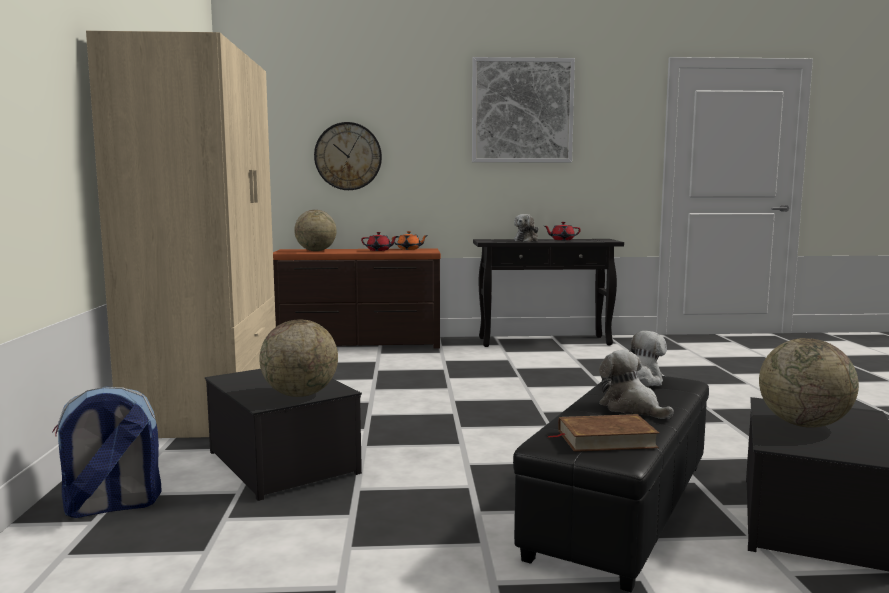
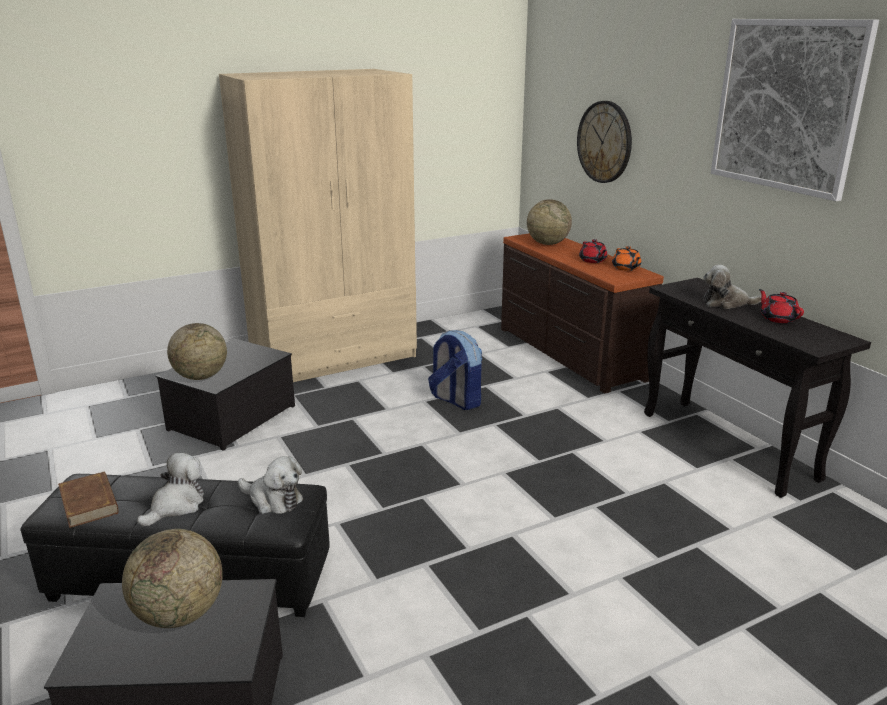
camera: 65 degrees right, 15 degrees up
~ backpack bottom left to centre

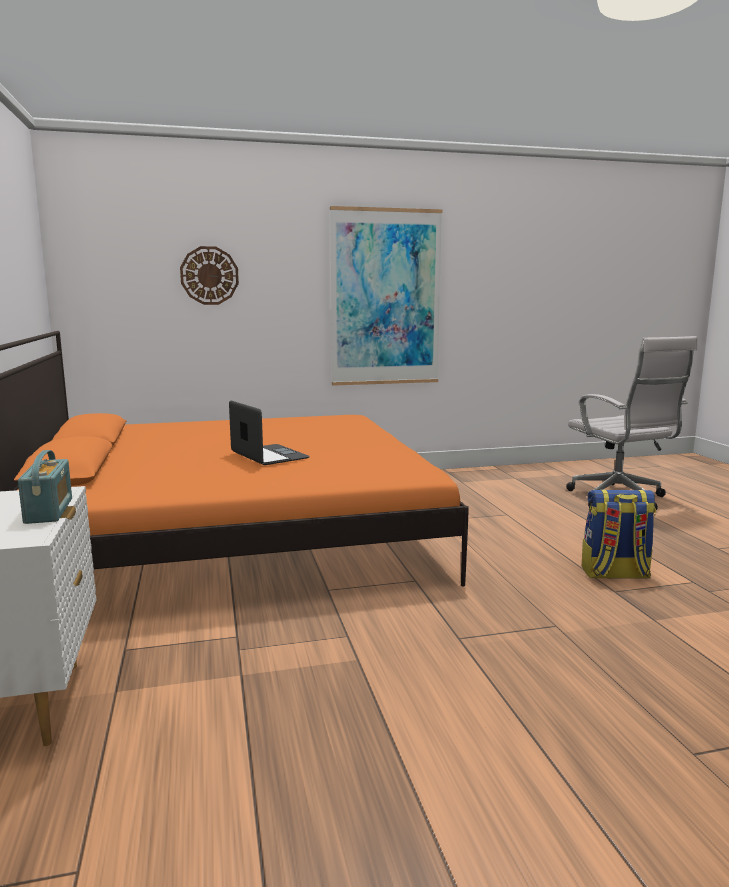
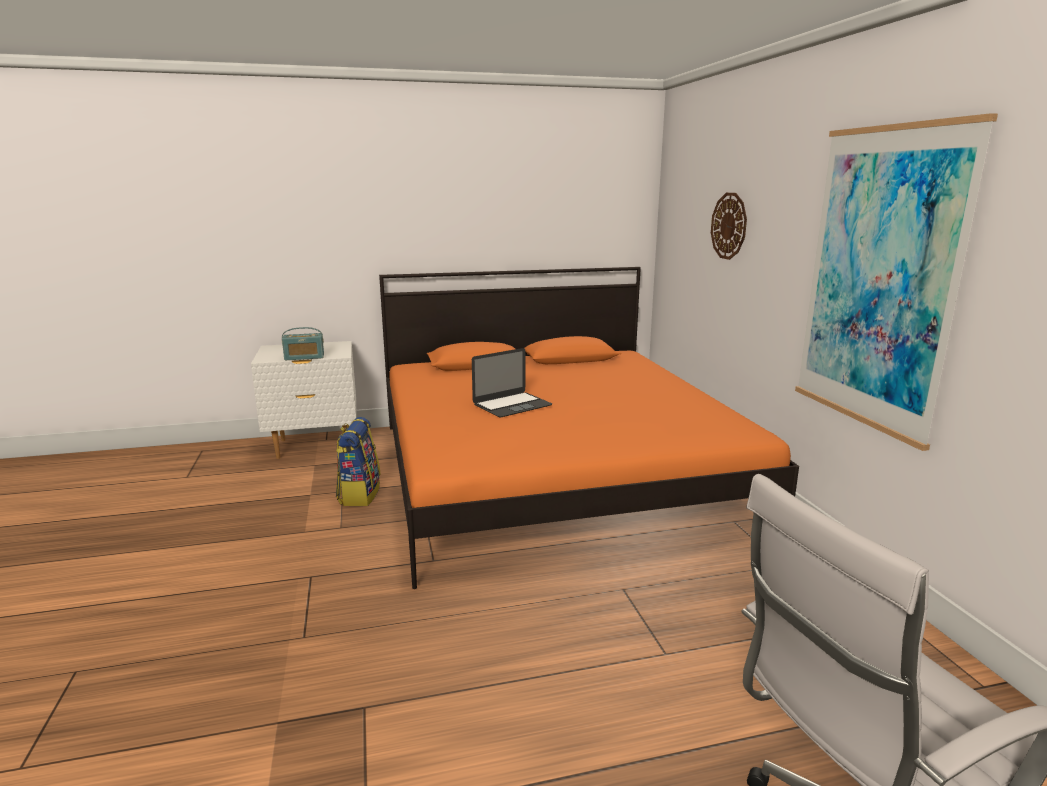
camera: 90 degrees right, 5 degrees up
~ backpack middle right to centre

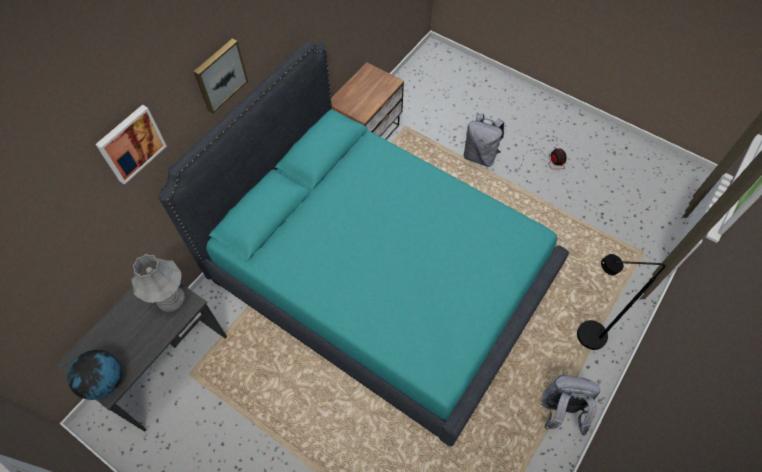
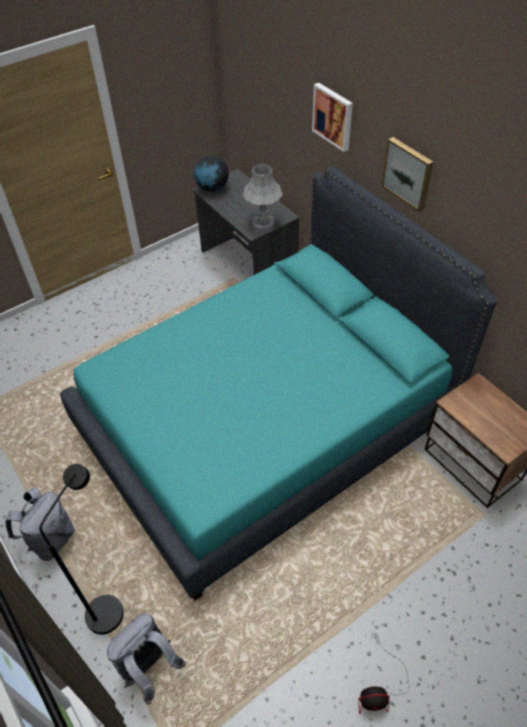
camera: 110 degrees right, 10 degrees down
~ backpack (grey) (no. 1 from left in the first image) top centre to backpack (grey) (no. 2 from left) bottom left

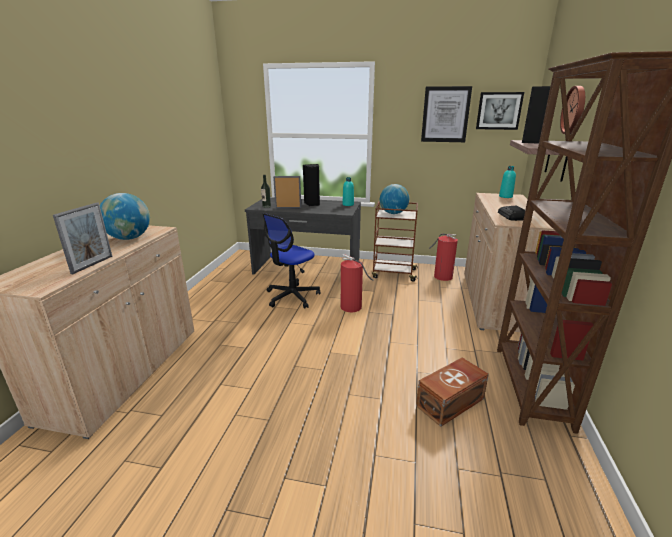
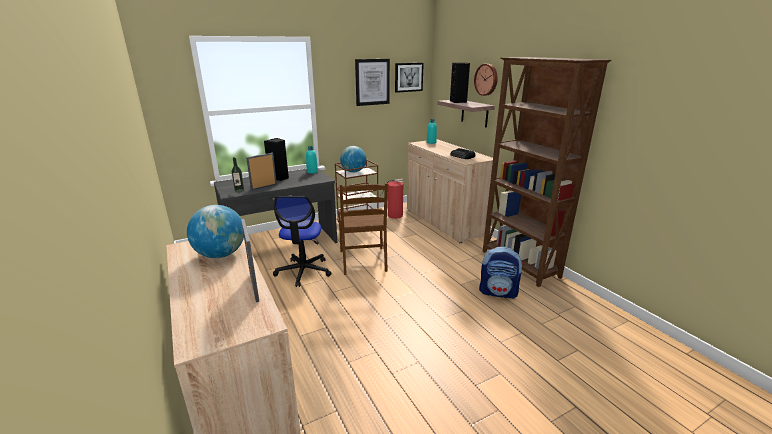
camera: 40 degrees left, 0 degrees up
~ fire extinguisher (no. 1 from left) centre to chair (brown) centre
~ storage box (brown) bottom right to backpack centre

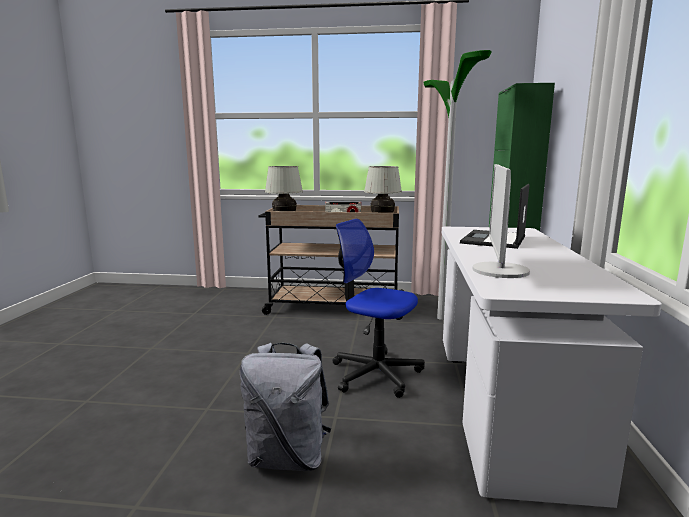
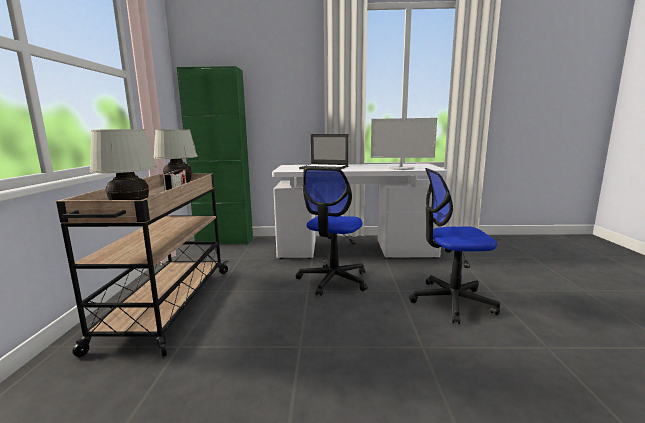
camera: 95 degrees left, 0 degrees up
~ backpack (grey) bottom centre to office chair (no. 2 from left) middle right
- floor lamp centre

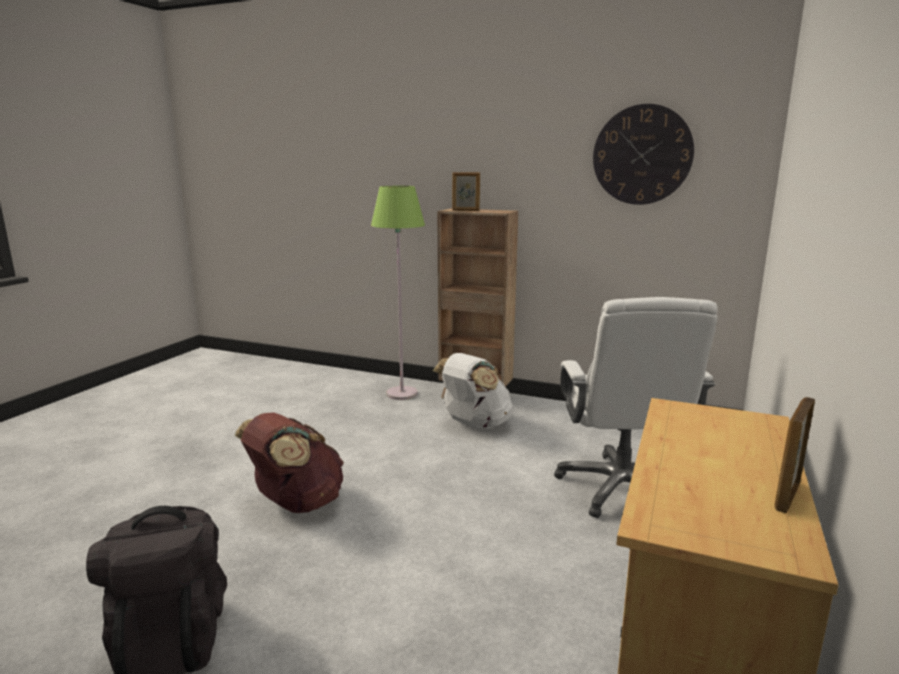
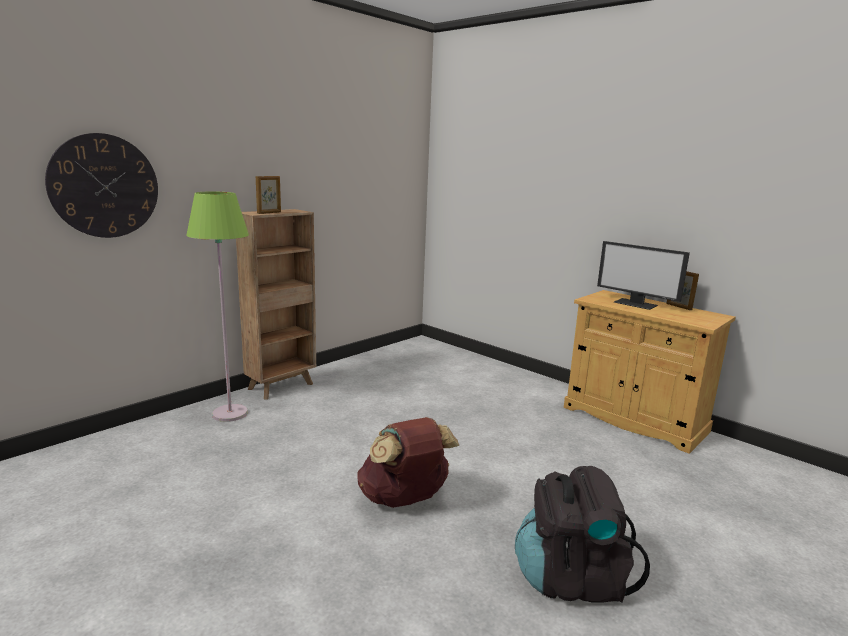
camera: 70 degrees left, 0 degrees up
- backpack (white) centre
- office chair (white) middle right
~ wall clock top right to top left
+ monitor middle right

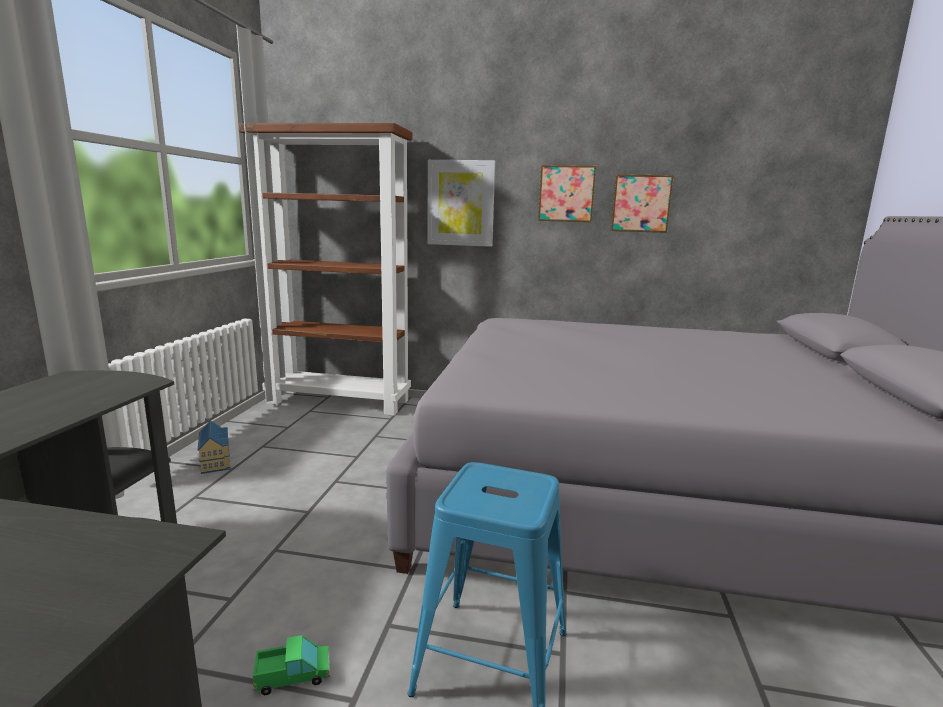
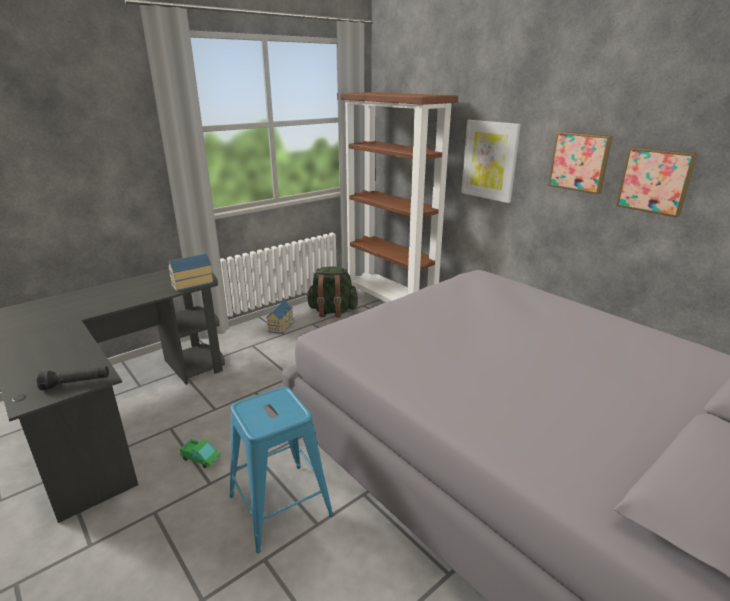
camera: 40 degrees right, 10 degrees up
+ flashlight (black) middle left
+ toy house (no. 1 from left) middle left
+ backpack (green) centre

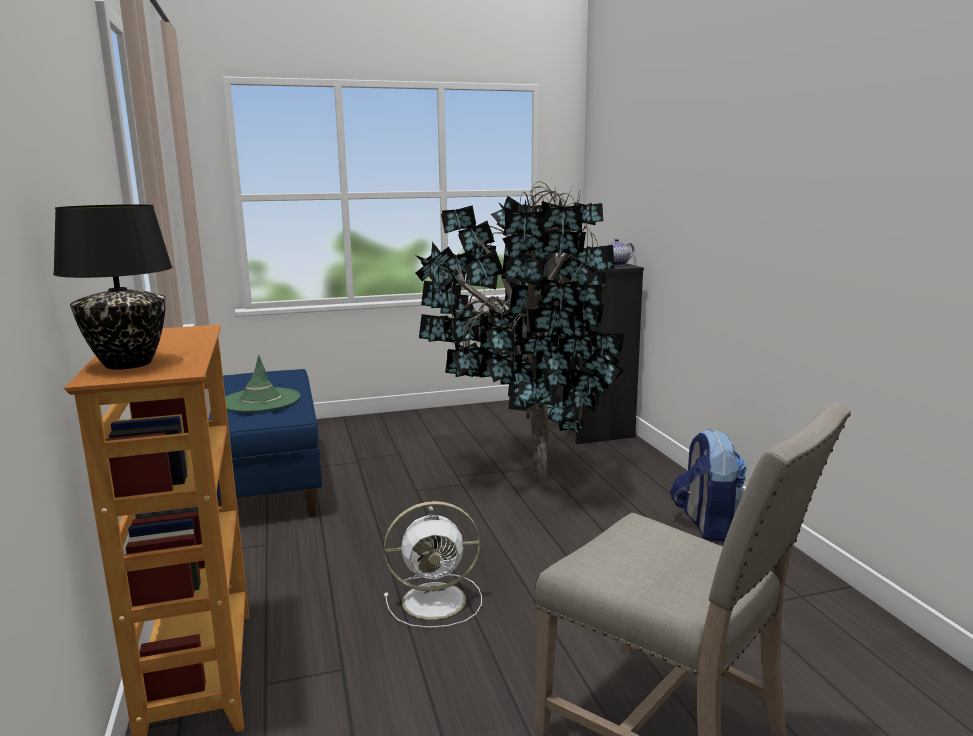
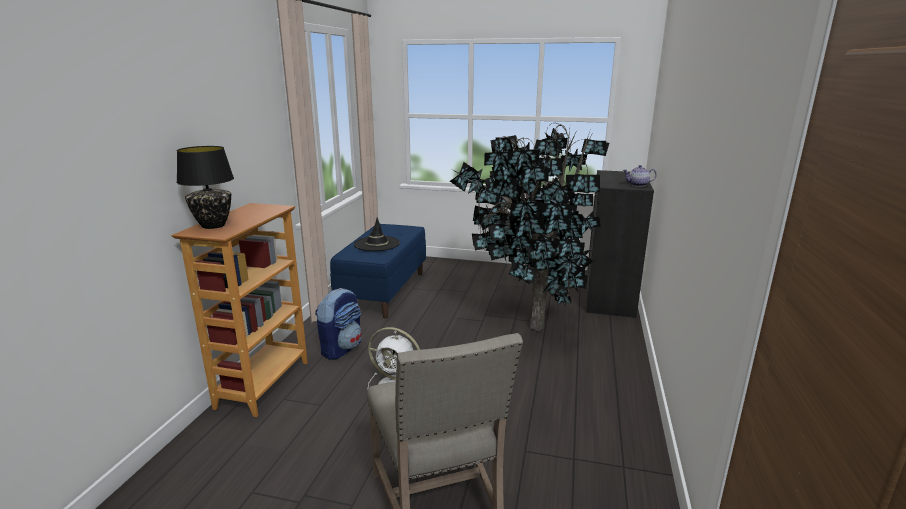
camera: 30 degrees right, 5 degrees up
~ hat (green) middle left to hat (black) centre
~ backpack middle right to centre

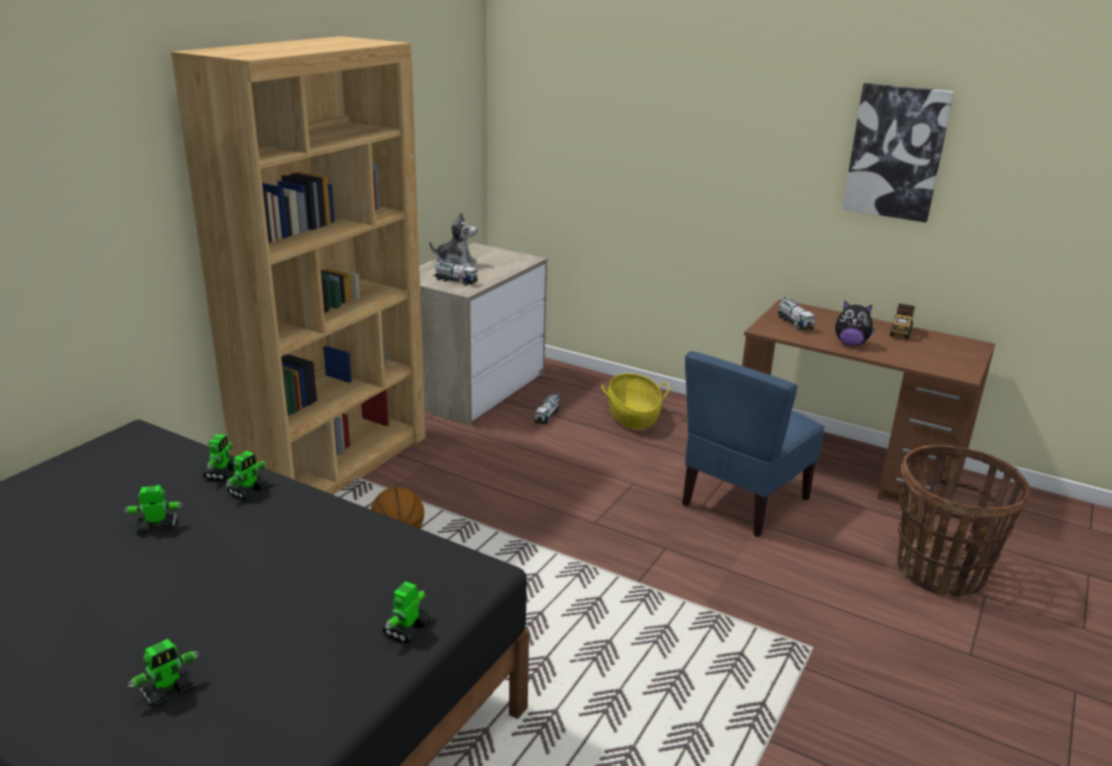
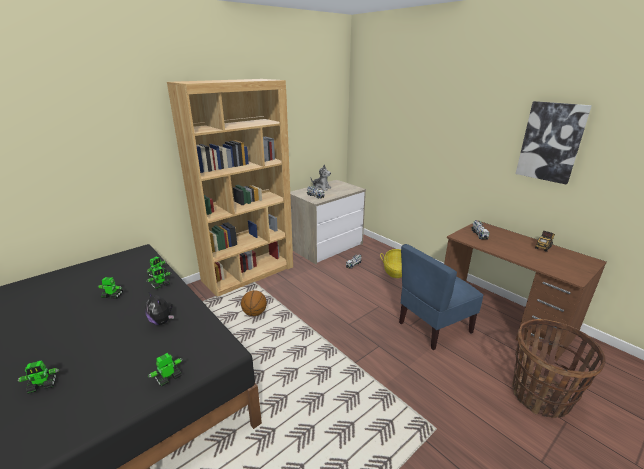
camera: 20 degrees right, 0 degrees up
~ plush toy (no. 2 from left in the first image) middle right to plush toy (no. 1 from left) middle left

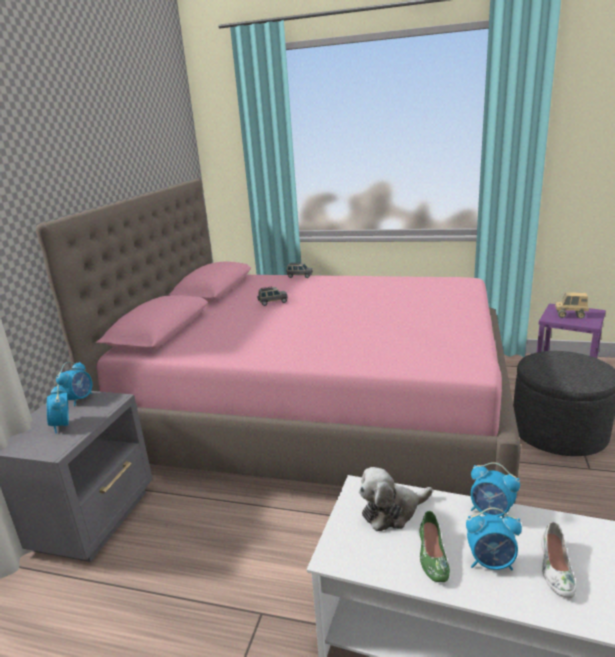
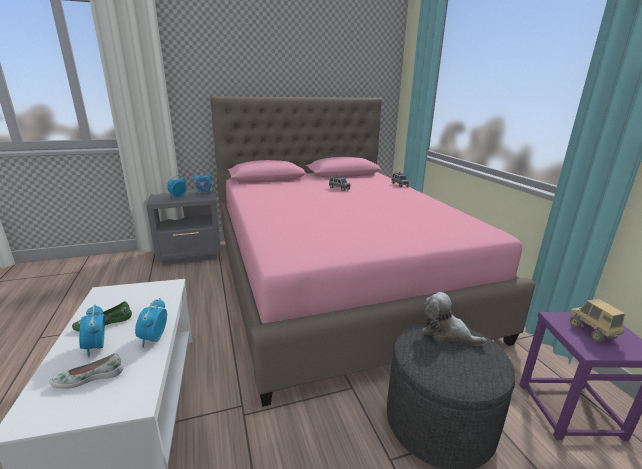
camera: 55 degrees right, 0 degrees up
~ plush toy bottom centre to bottom right

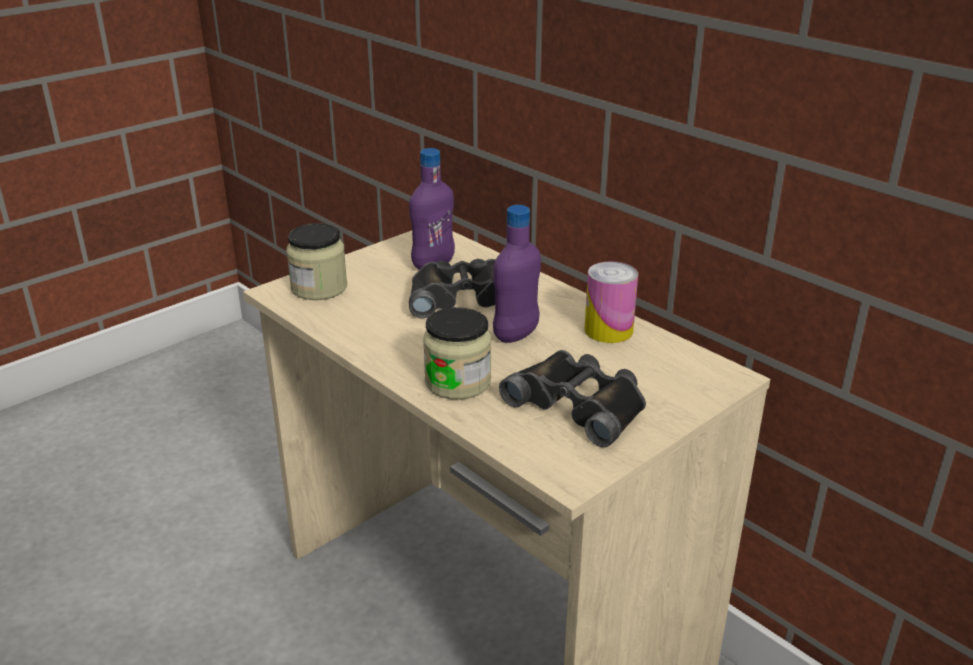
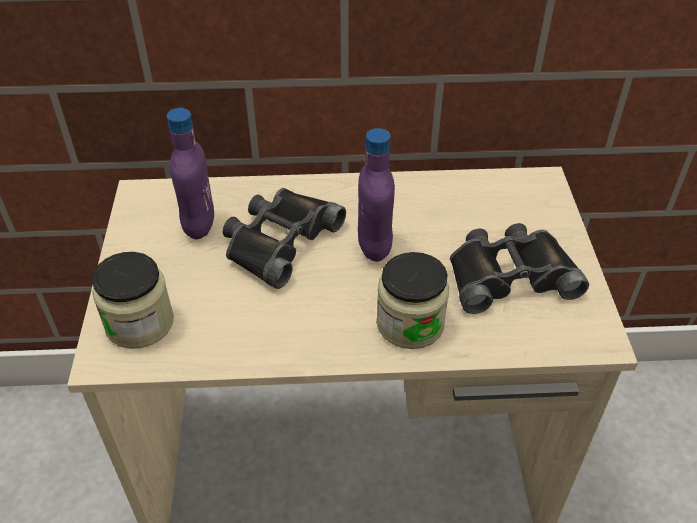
camera: 50 degrees left, 15 degrees up
- can centre

